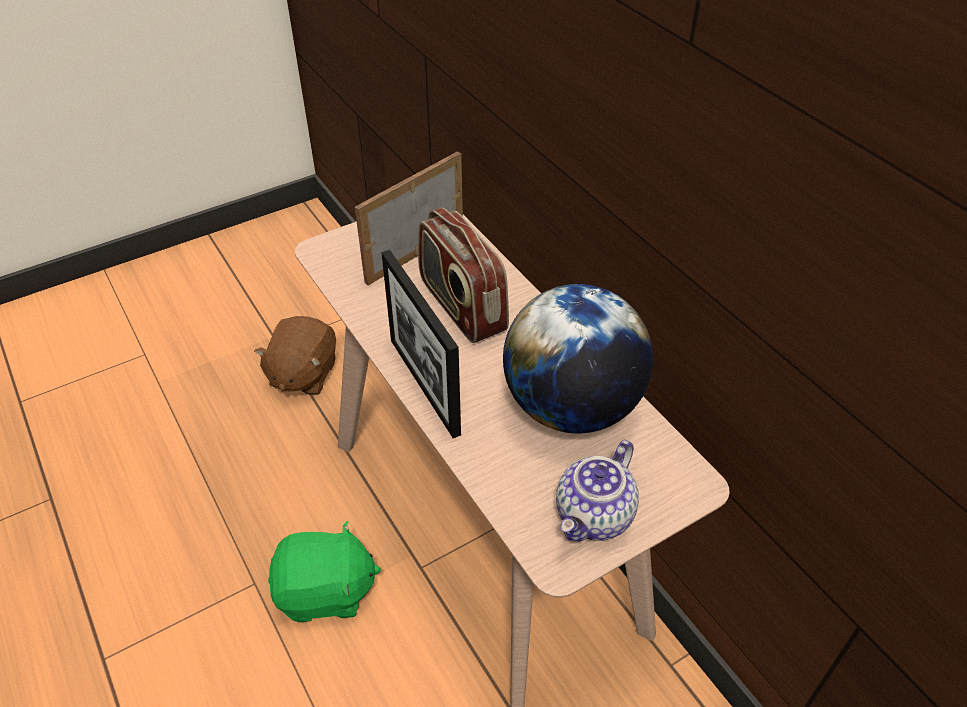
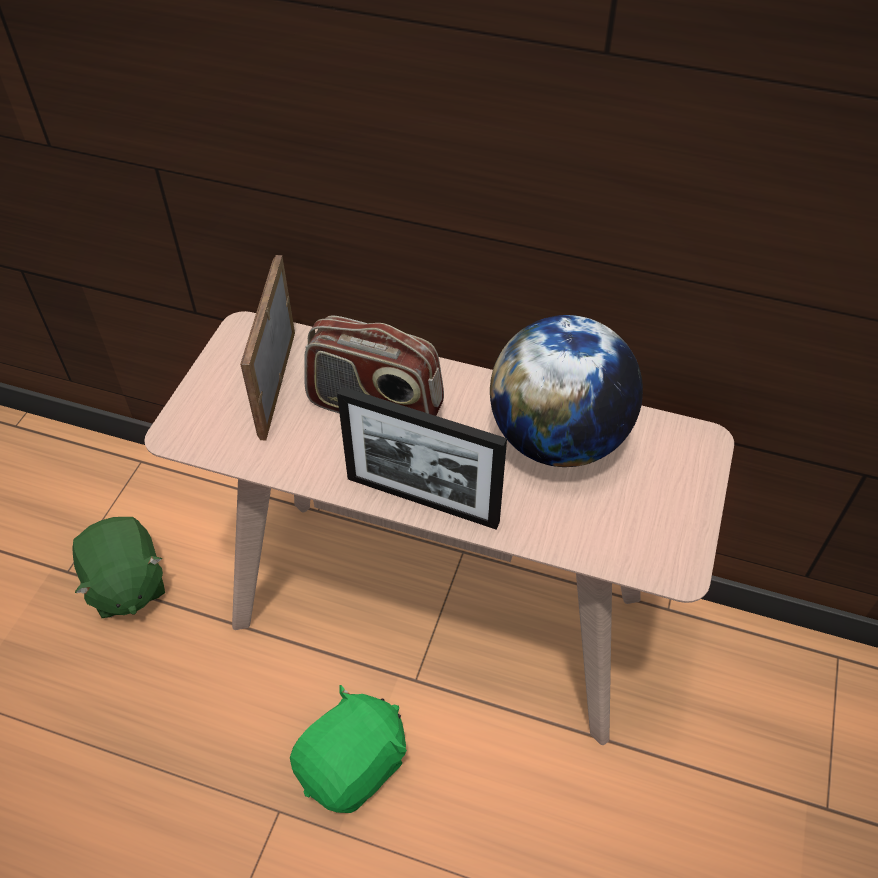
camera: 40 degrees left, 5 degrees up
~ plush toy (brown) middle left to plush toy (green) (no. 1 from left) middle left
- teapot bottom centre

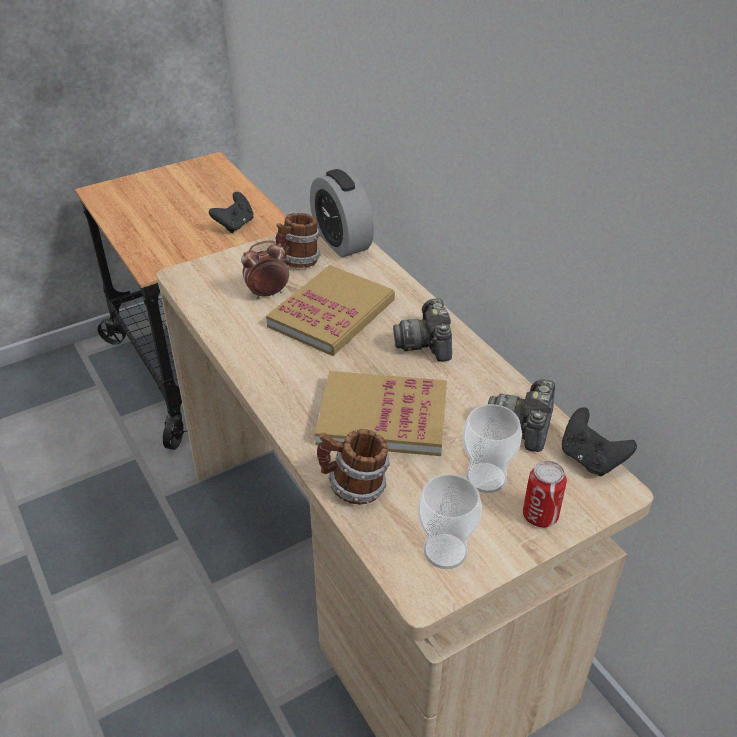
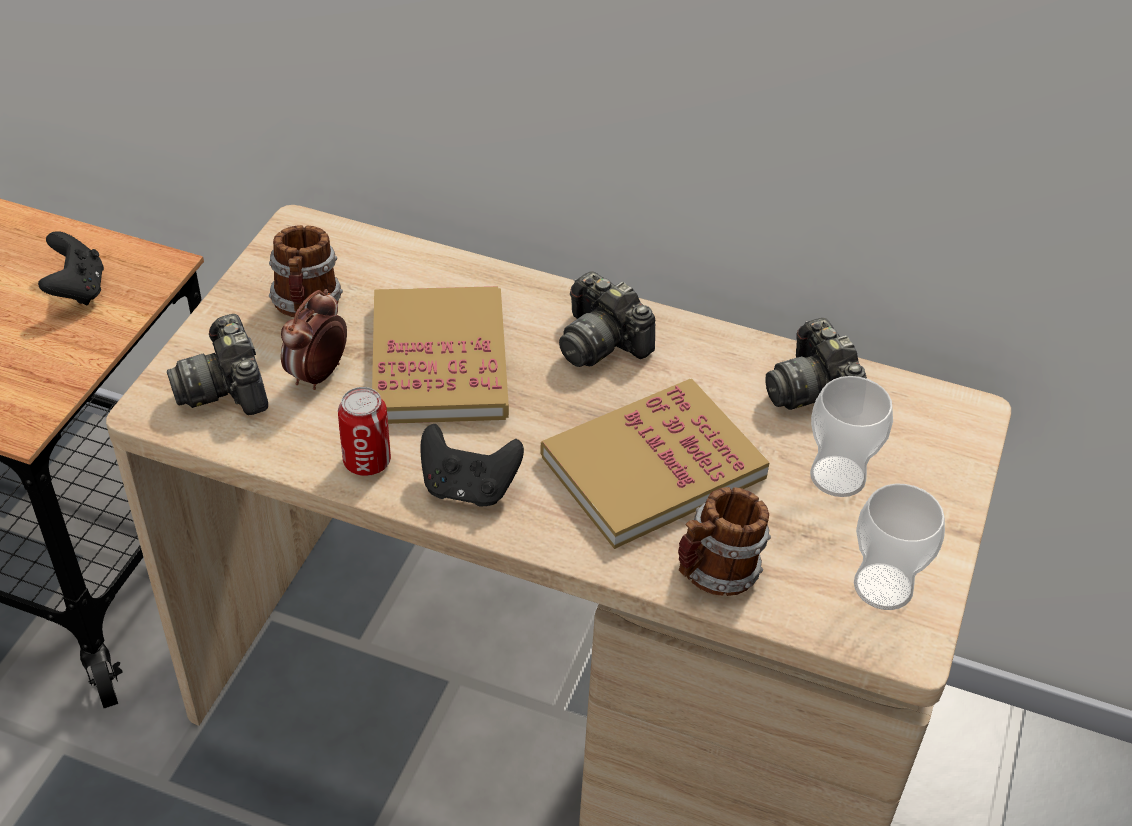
camera: 40 degrees left, 5 degrees up
- alarm clock (no. 2 from left) top centre
~ can bottom right to middle left
~ game controller (black) (no. 2 from left) middle right to centre
+ photo camera (no. 1 from left) middle left

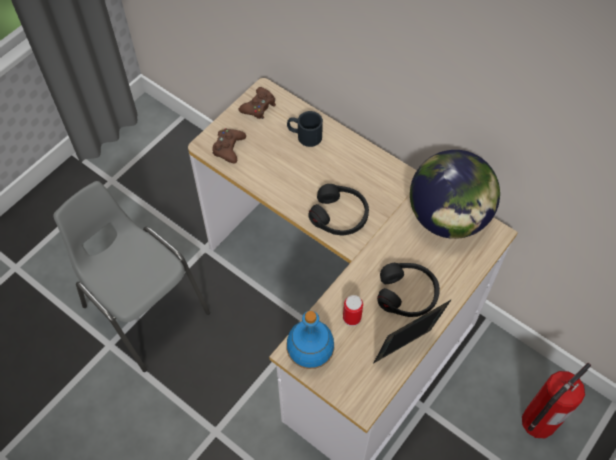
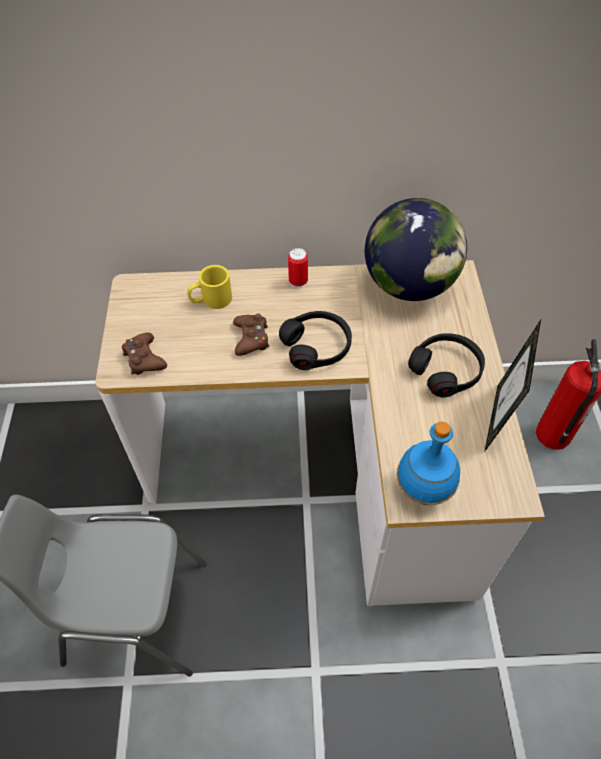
camera: 40 degrees left, 5 degrees down
~ game controller (brown) (no. 2 from left) top centre to centre
~ mug (black) top centre to mug (yellow) centre
~ can bottom centre to centre

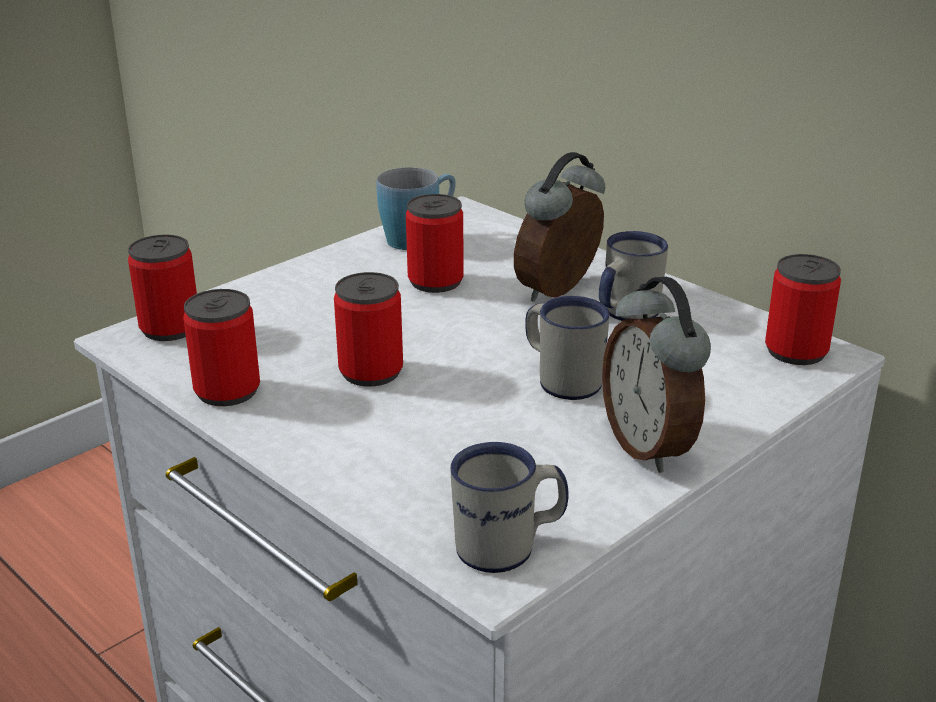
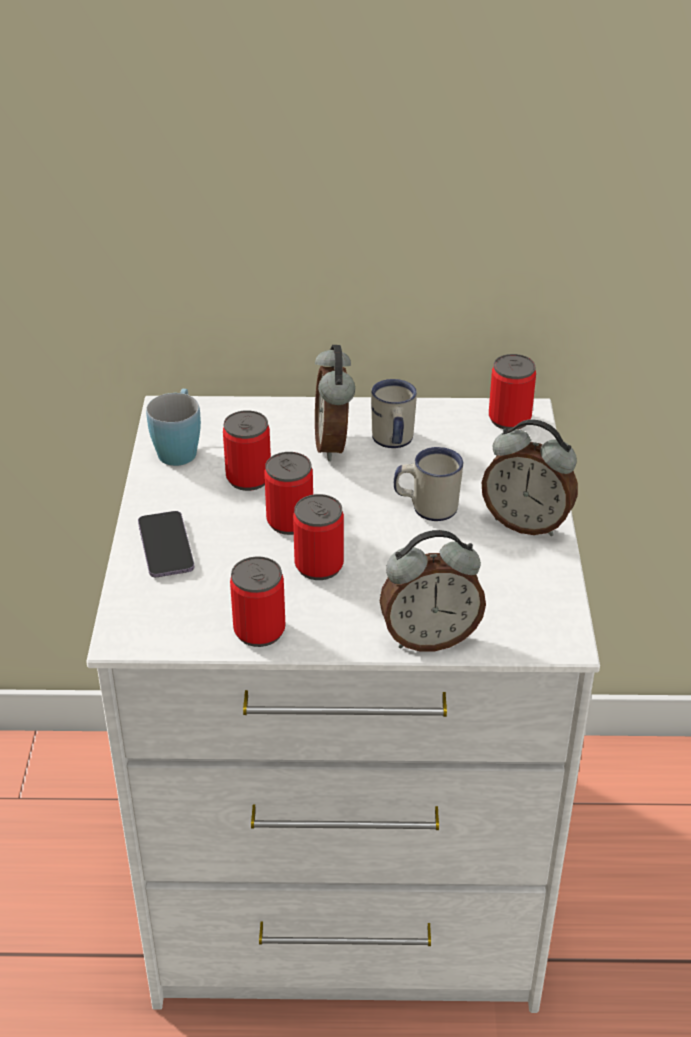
camera: 45 degrees left, 10 degrees up
~ can (no. 1 from left in the first image) middle left to can (no. 3 from left) centre
- mug (white) (no. 1 from left) bottom centre
+ phone middle left
+ alarm clock (no. 2 from left) centre

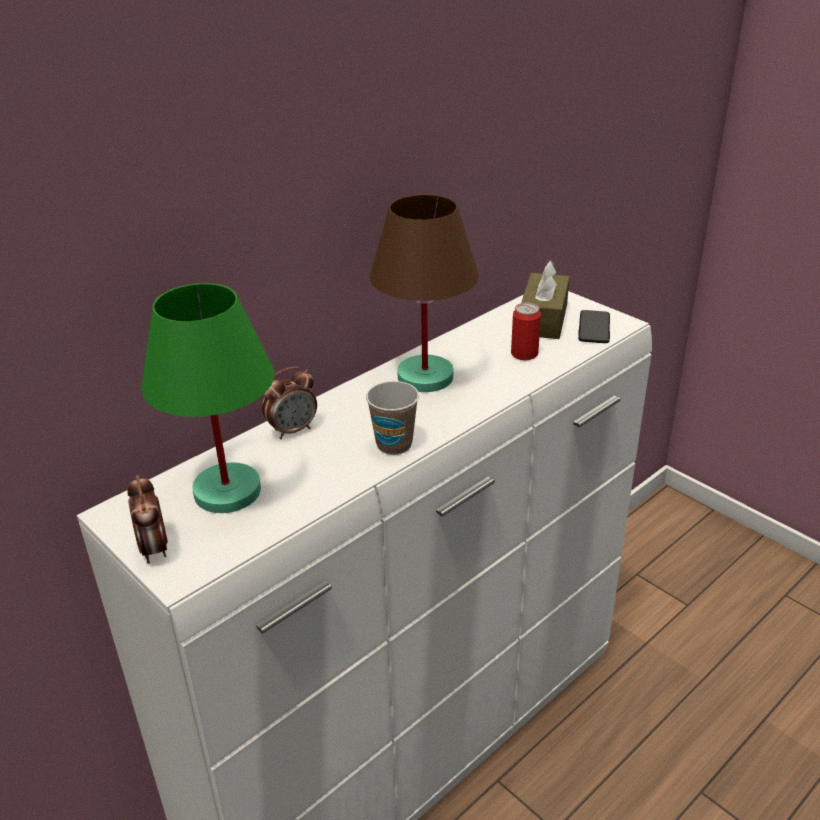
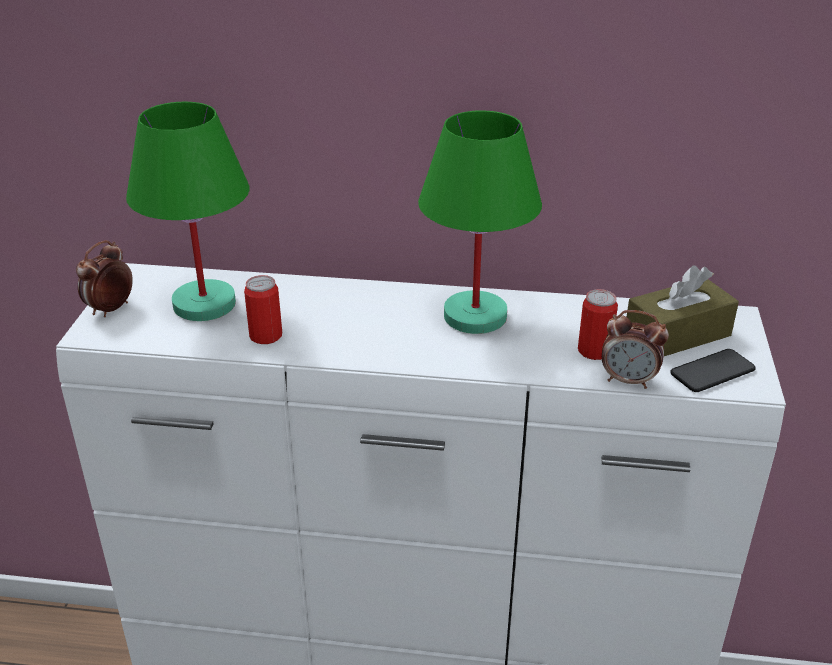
camera: 50 degrees right, 0 degrees up
~ alarm clock (no. 2 from left) centre to middle right
- cup centre
~ table lamp (brown) centre to table lamp (green) (no. 2 from left) centre
+ can (no. 1 from left) middle left

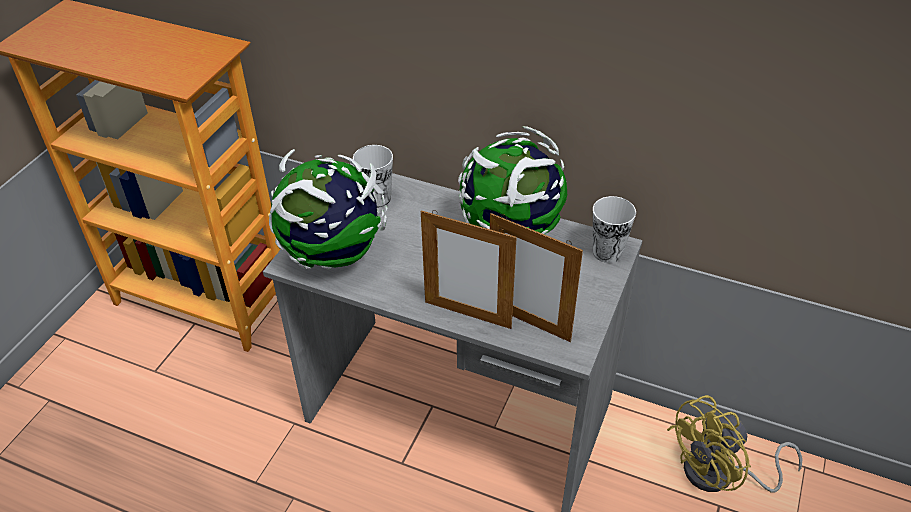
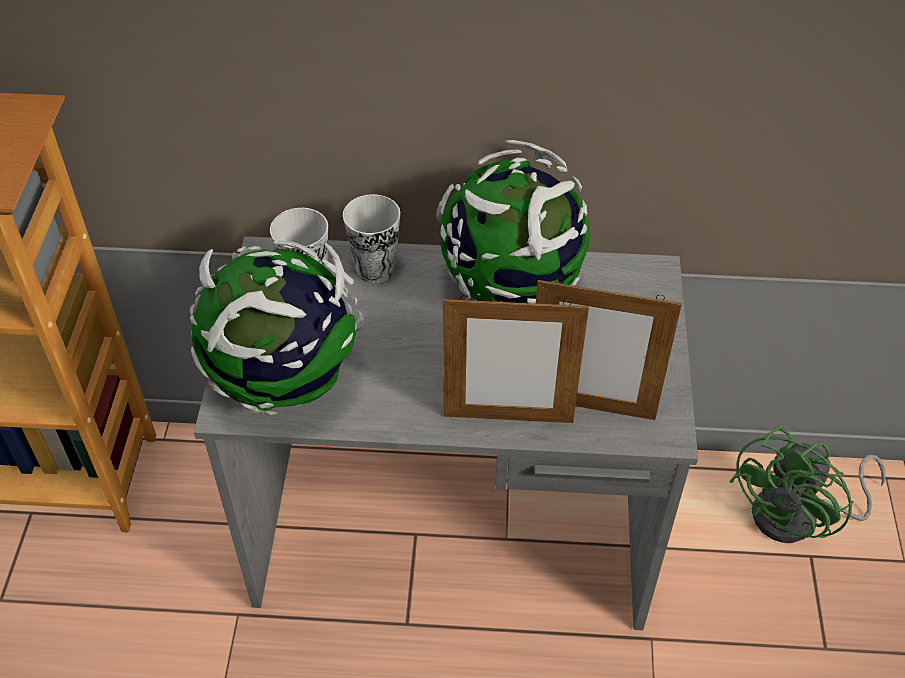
camera: 20 degrees left, 5 degrees up
~ cup (no. 2 from left) middle right to centre
~ fan (yellow) bottom right to fan (green) bottom right

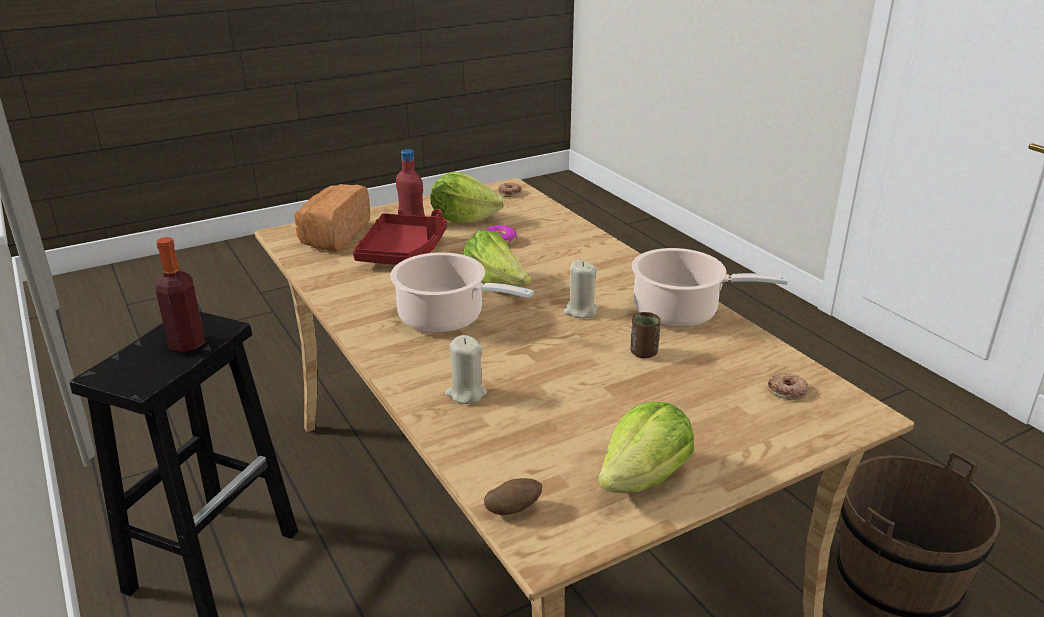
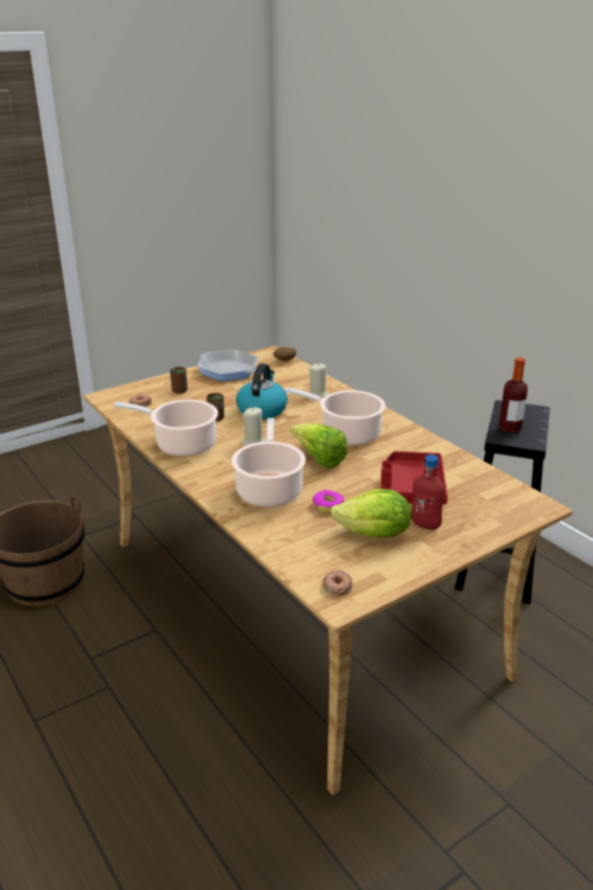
camera: 175 degrees right, 0 degrees up
- bread middle left
~ lettuce (no. 3 from left) bottom centre to frying pan centre
+ cup (brown) (no. 1 from left) middle left
+ cooking pot (no. 2 from left) centre
+ kettle centre

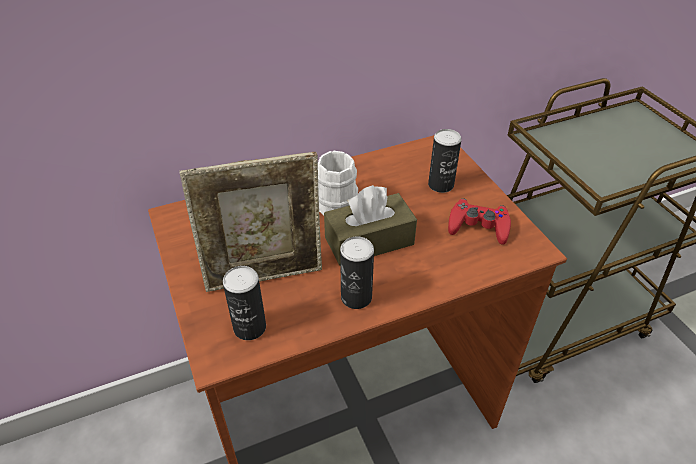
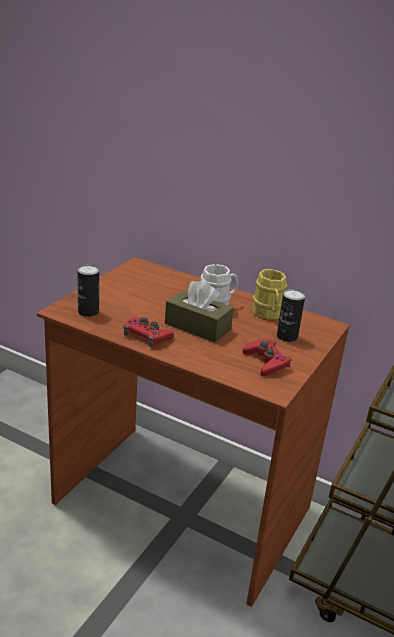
camera: 50 degrees right, 15 degrees down
- picture frame centre
~ can (no. 2 from left) centre to game controller (red) (no. 1 from left) centre
+ mug (yellow) middle right

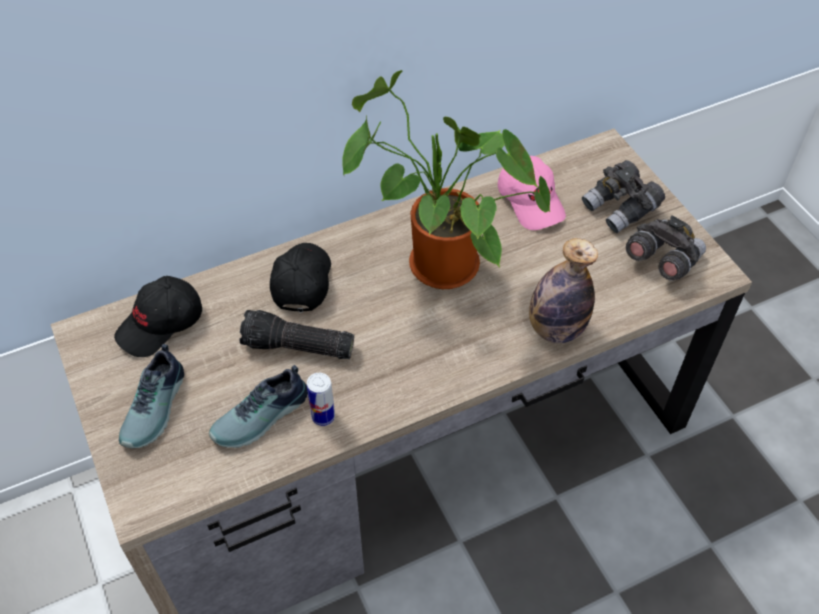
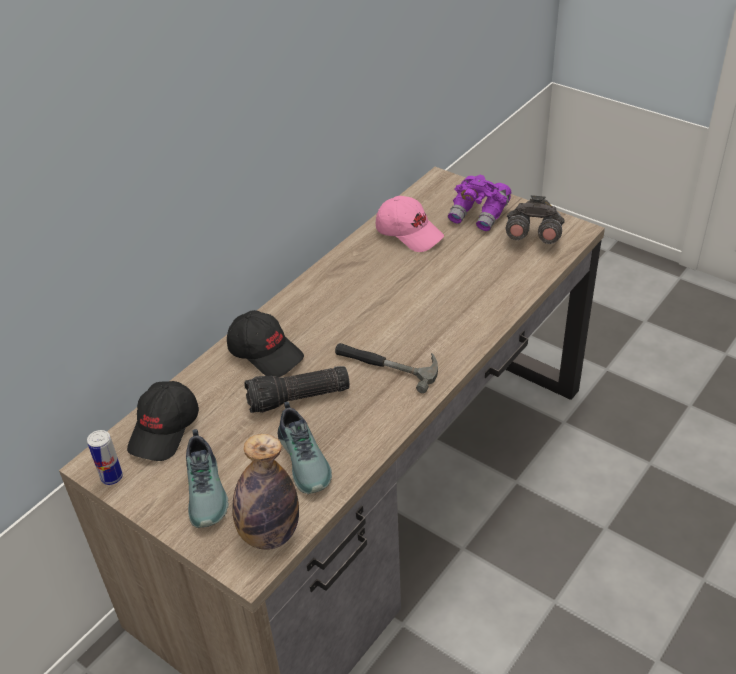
camera: 25 degrees left, 10 degrees down
~ shoe (no. 2 from left) middle left = centre 45 degrees counterclockwise
~ cap (black) (no. 2 from left) centre = centre 150 degrees clockwise
~ can centre to bottom left
- potted plant top centre
~ bottle middle right to bottom centre
~ binoculars (grey) (no. 1 from left) top right to binoculars (purple) top centre
+ hammer centre

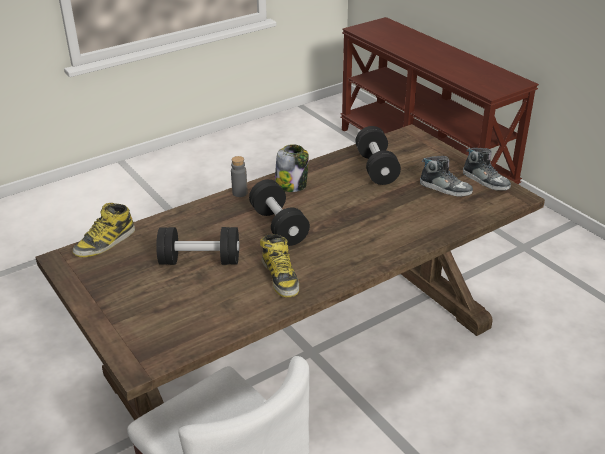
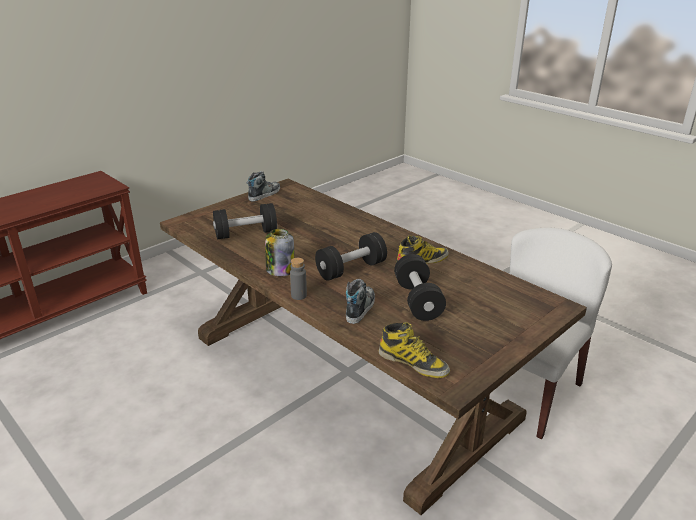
camera: 100 degrees left, 5 degrees down
~ shoe (no. 1 from left in the first image) middle right to shoe (no. 2 from left) centre

